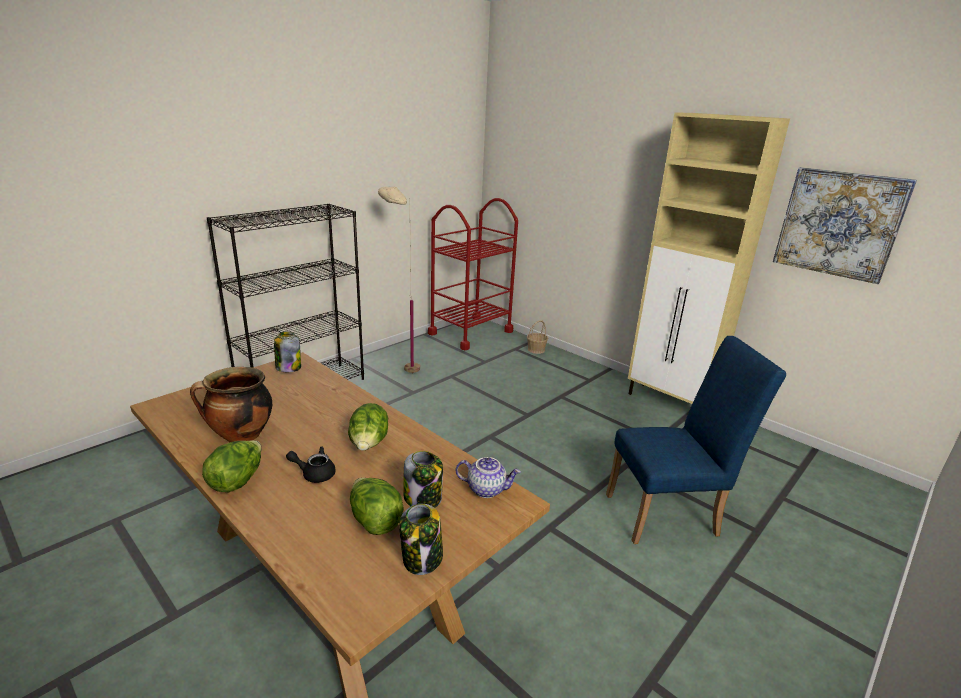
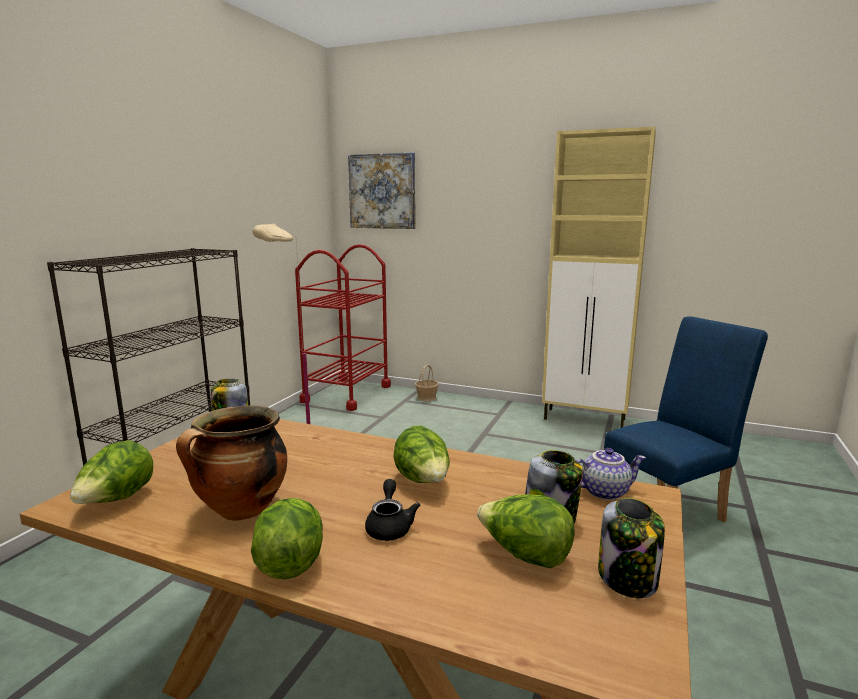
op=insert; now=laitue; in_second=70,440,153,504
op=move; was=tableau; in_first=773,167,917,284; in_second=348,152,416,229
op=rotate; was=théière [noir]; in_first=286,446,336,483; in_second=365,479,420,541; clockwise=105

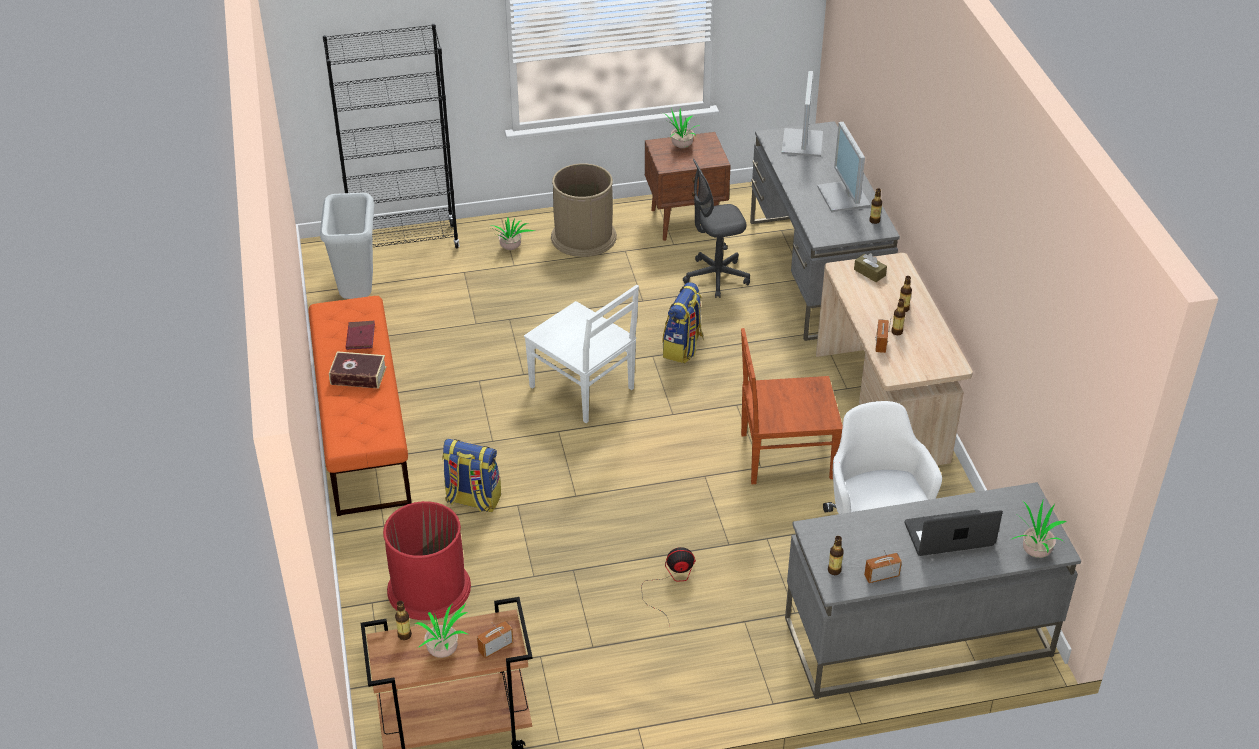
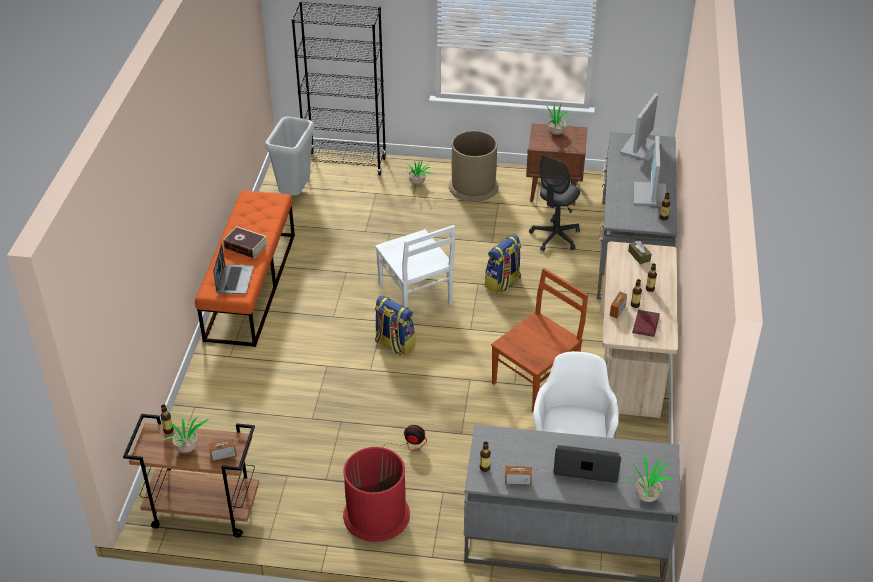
op=insert; now=ordinateur portable; in_second=213,243,254,294
op=move; was=livre [rouge]; in_first=346,321,375,350; in_second=632,310,660,337
op=move; was=poubelle [rouge]; in_first=383,501,471,620; in_second=343,447,410,542
op=move; was=sac à dos; in_first=442,439,501,512; in_second=375,296,415,356
op=rotate; was=chaise de bureau [gris]; in_first=683,159,750,298; in_second=529,155,580,251; clockwise=-60
op=rotate; was=chaise [marron]; in_first=741,328,843,484; in_second=491,268,588,412; clockwise=120

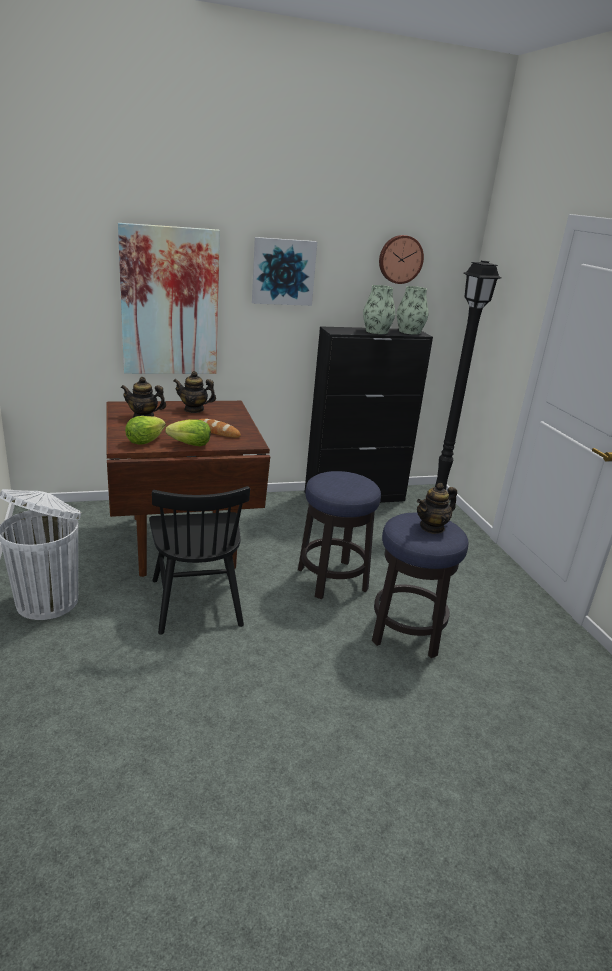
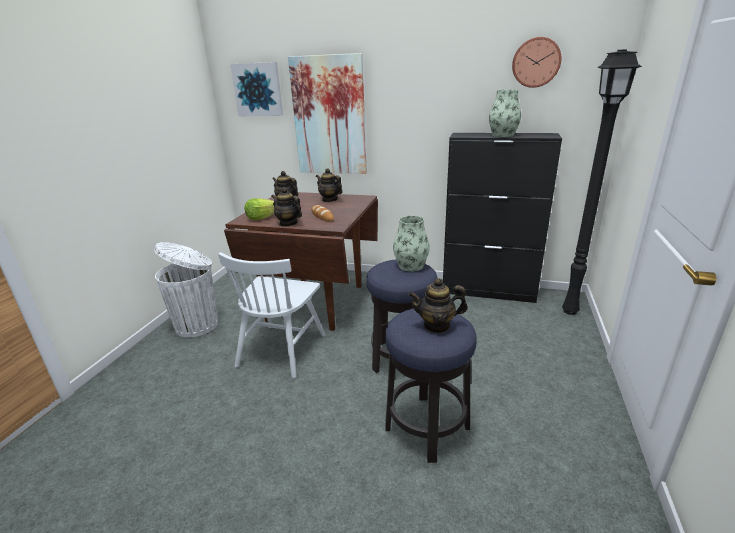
op=move; was=tableau; in_first=252,237,317,306; in_second=230,62,283,116
op=move; was=vase; in_first=397,286,429,335; in_second=393,216,430,272
op=replace; was=laitue; now=théière; in_first=166,419,211,446; in_second=271,188,302,227
op=recolor; was=chaise [noir]; now=chaise [blanc]; in_first=149,486,250,635; in_second=218,252,325,378

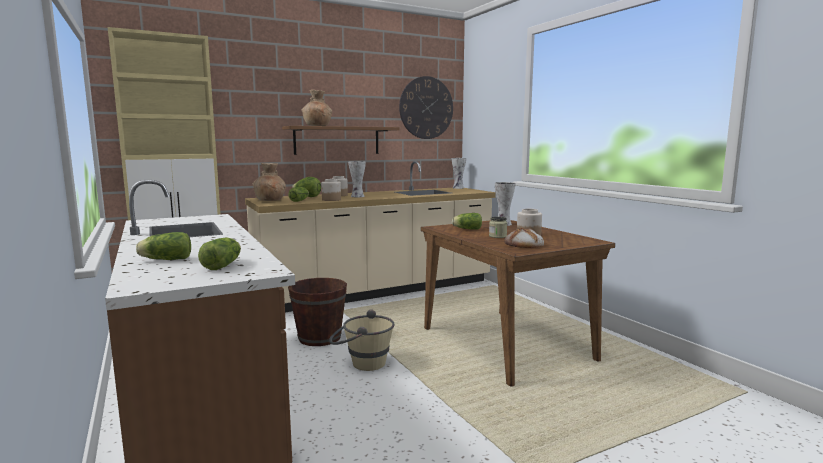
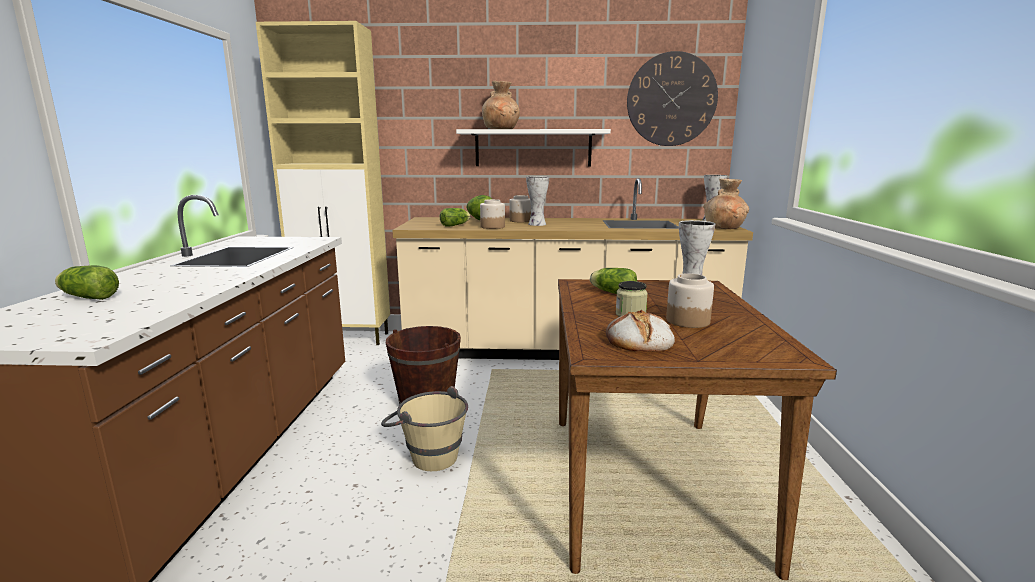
op=delete; was=laitue; in_first=198,238,241,270
op=move; was=vase [marron]; in_first=253,163,286,201; in_second=703,179,749,229
op=recolor; was=étagère [marron]; now=étagère [blanc]; in_first=282,126,399,155; in_second=456,129,611,166

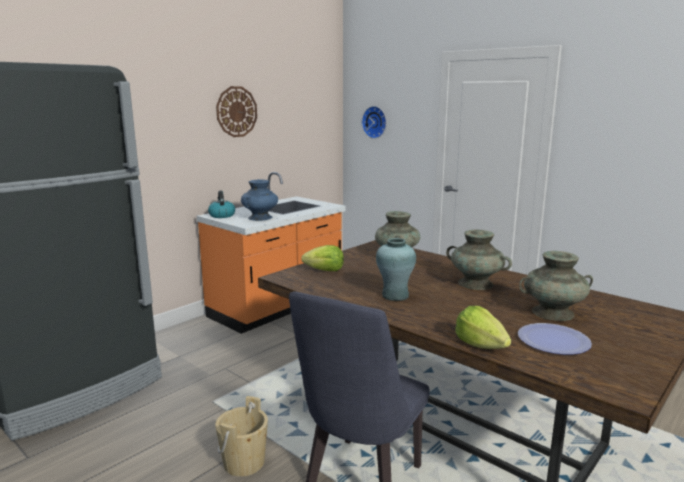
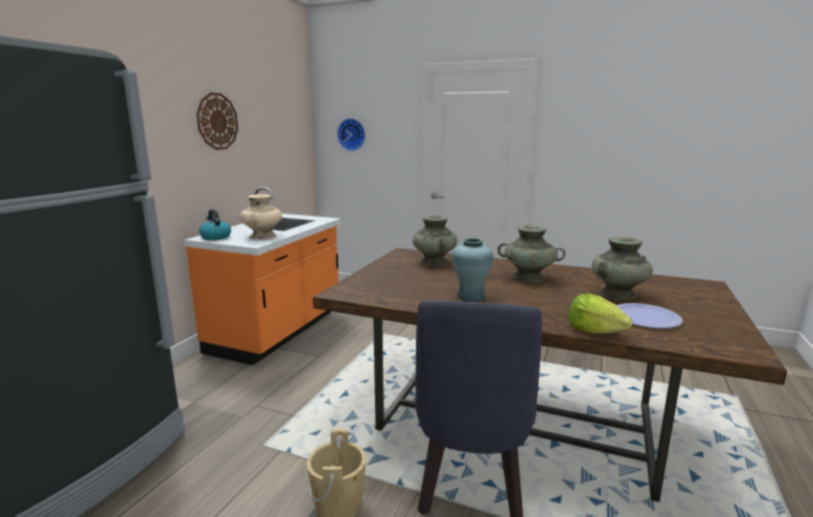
op=delete; was=laitue; in_first=301,245,344,271
op=recolor; was=vase [bleu]; now=vase [beige]; in_first=241,179,278,221; in_second=240,194,282,239

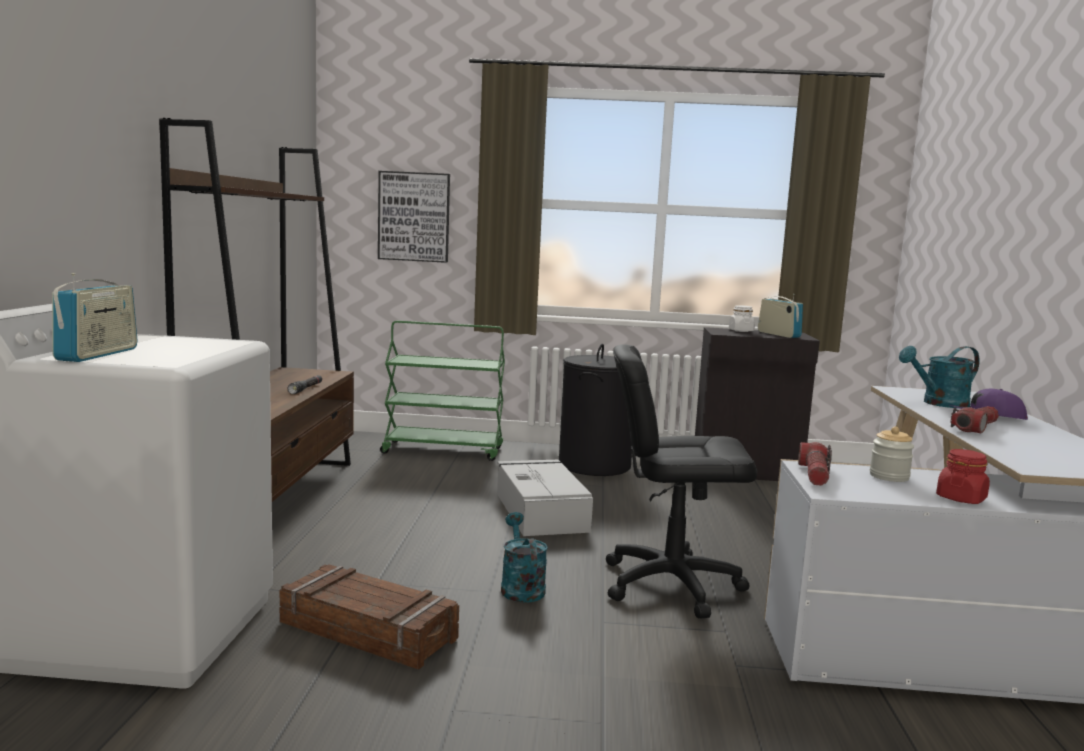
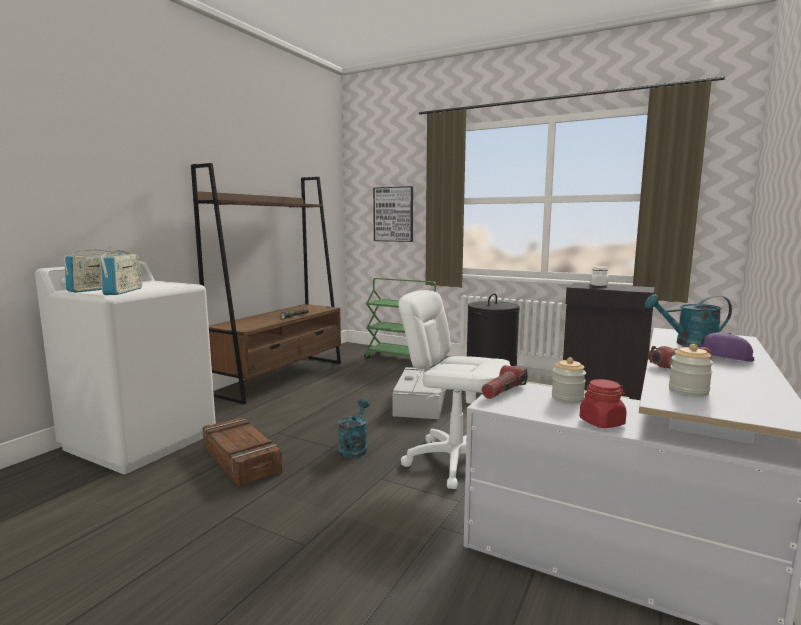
op=insert; now=bocal; in_second=669,344,713,397
op=move; was=radio; in_first=758,294,803,338; in_second=100,247,142,295
op=recolor; was=chaise de bureau [noir]; now=chaise de bureau [blanc]; in_first=606,344,757,618; in_second=399,290,511,489

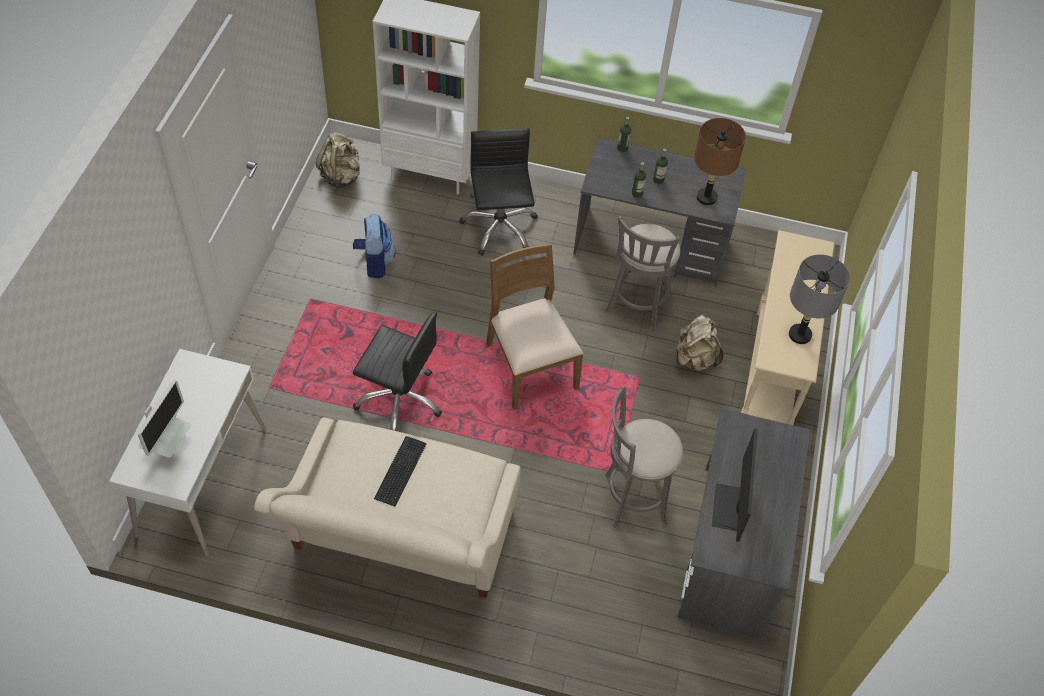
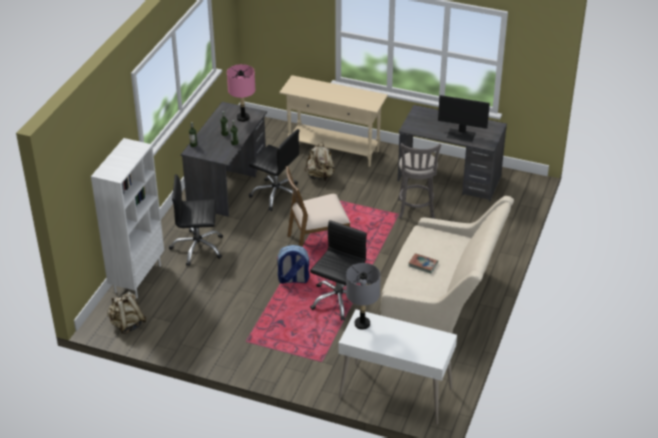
op=delete; was=écran d'ordinateur; in_first=138,379,191,458
op=move; was=sac à dos; in_first=353,214,396,279; in_second=276,245,309,284
op=move; was=lampe de table [gris]; in_first=789,254,850,344; in_second=346,263,381,330
op=replace; was=clavier; now=livre; in_first=374,436,427,507; in_second=408,253,438,273
op=replace; was=tabouret [gris]; now=chaise de bureau [noir]; in_first=605,216,680,330; in_second=249,129,299,211
op=recolor; was=lampe de table [marron]; now=lampe de table [rose]; in_first=694,118,746,205; in_second=227,64,255,122

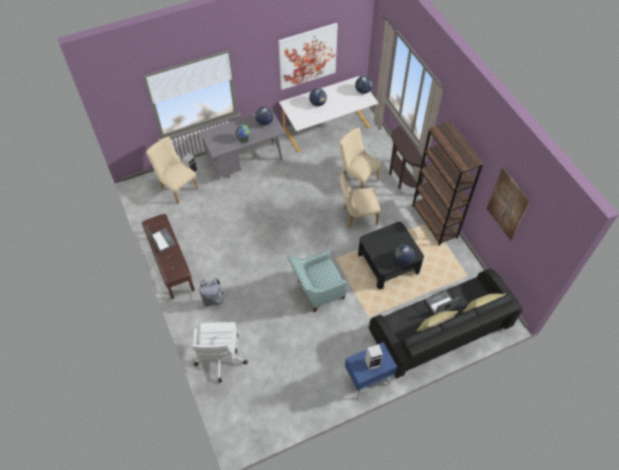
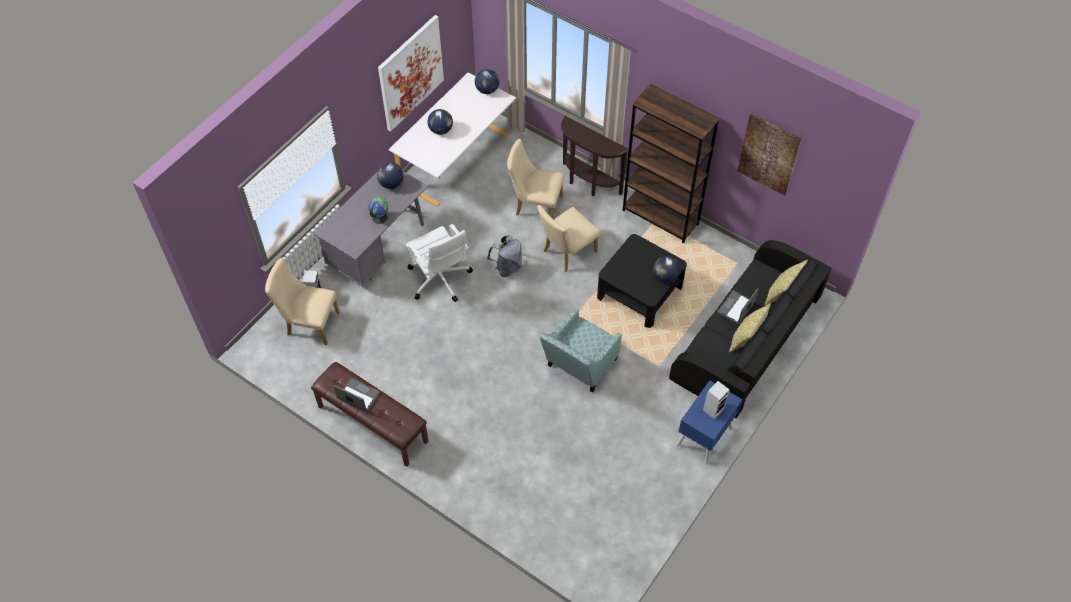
op=move; was=chaise de bureau [blanc]; in_first=192,322,247,383; in_second=405,224,473,302
op=move; was=sac à dos [gris]; in_first=199,277,224,306; in_second=487,235,522,278

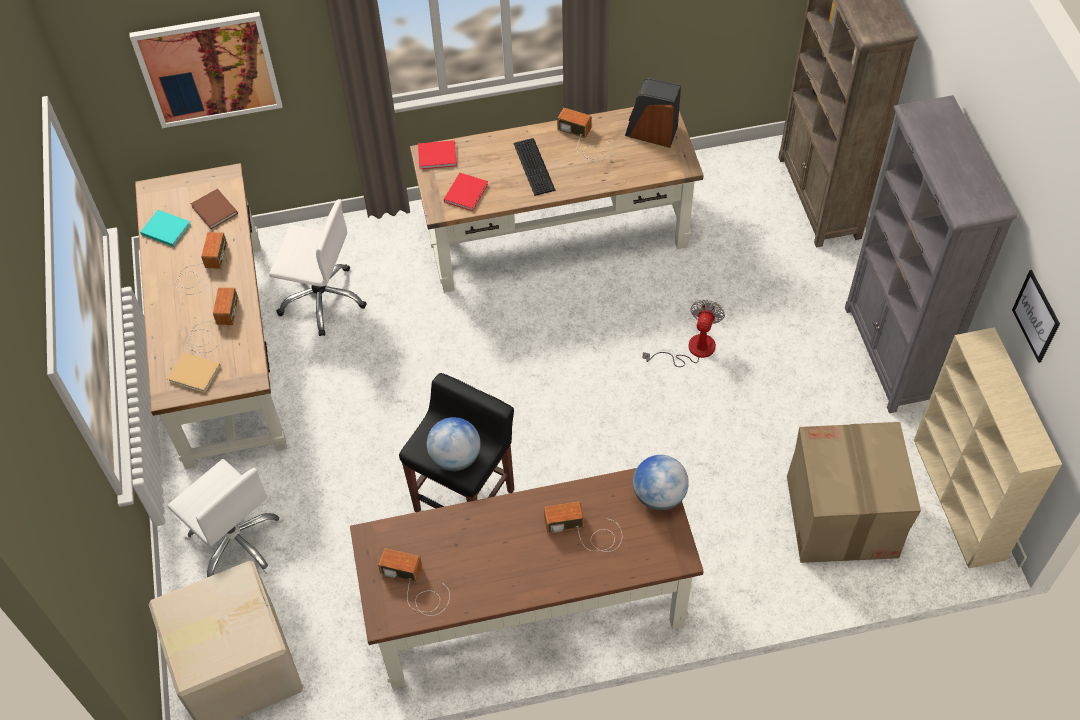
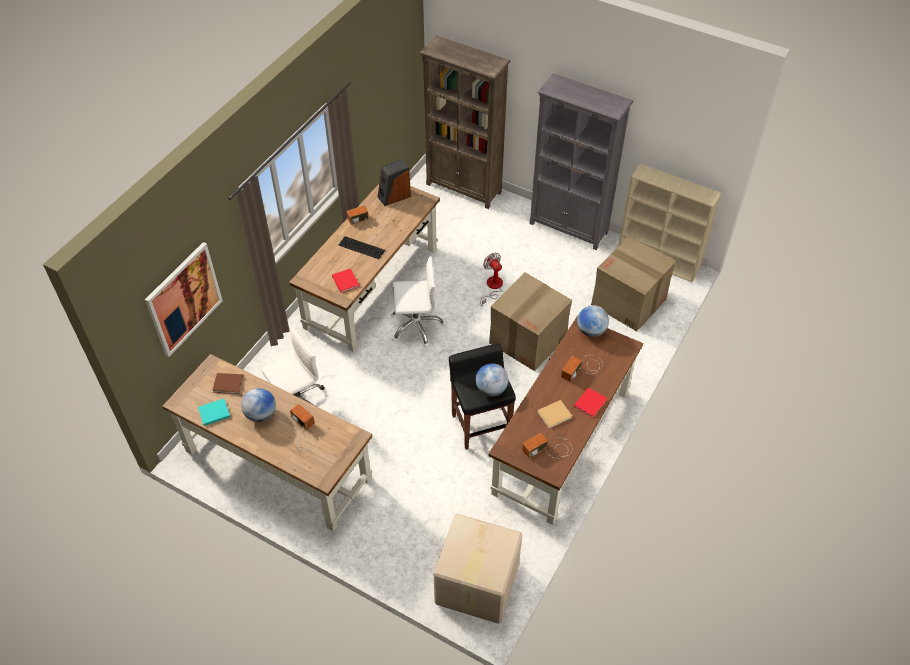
op=delete; was=tableau; in_first=1012,270,1060,363
op=insert; now=carton; in_second=489,272,572,371
op=move; was=livre [beige]; in_first=167,352,221,393; in_second=537,400,572,428
op=move; was=chaise de bureau [blanc]; in_first=167,459,284,577; in_second=390,256,446,347
op=move; was=livre [rouge]; in_first=418,140,457,169; in_second=574,388,607,418
op=replace; was=radio; now=globe; in_first=175,232,227,294; in_second=241,388,276,422

